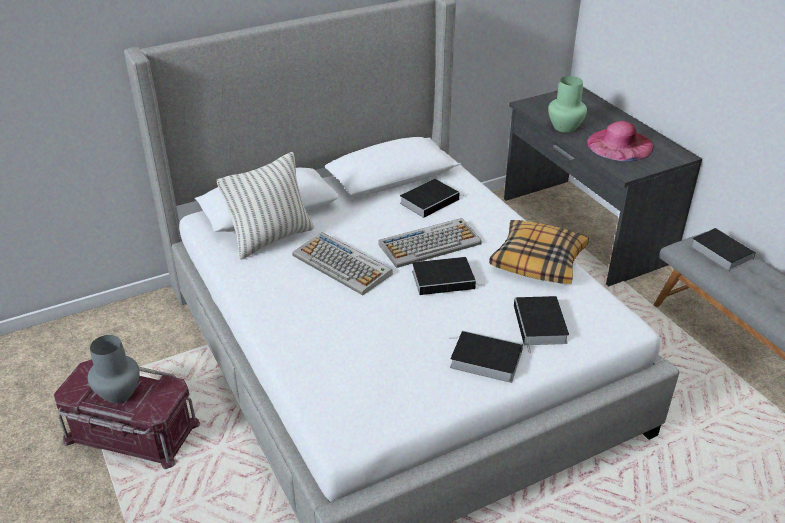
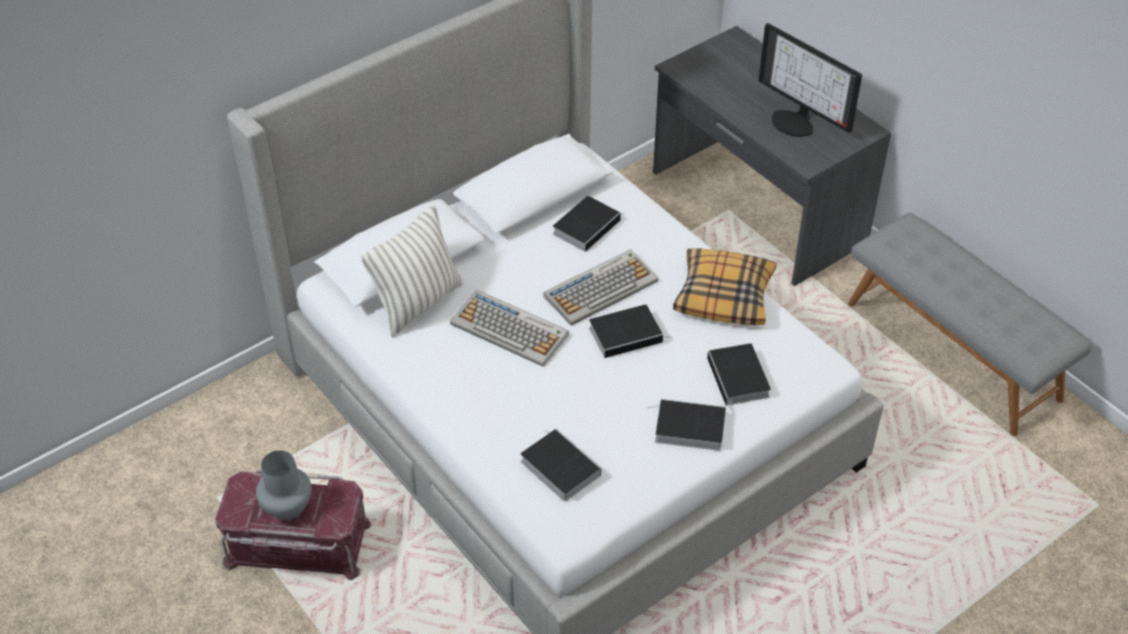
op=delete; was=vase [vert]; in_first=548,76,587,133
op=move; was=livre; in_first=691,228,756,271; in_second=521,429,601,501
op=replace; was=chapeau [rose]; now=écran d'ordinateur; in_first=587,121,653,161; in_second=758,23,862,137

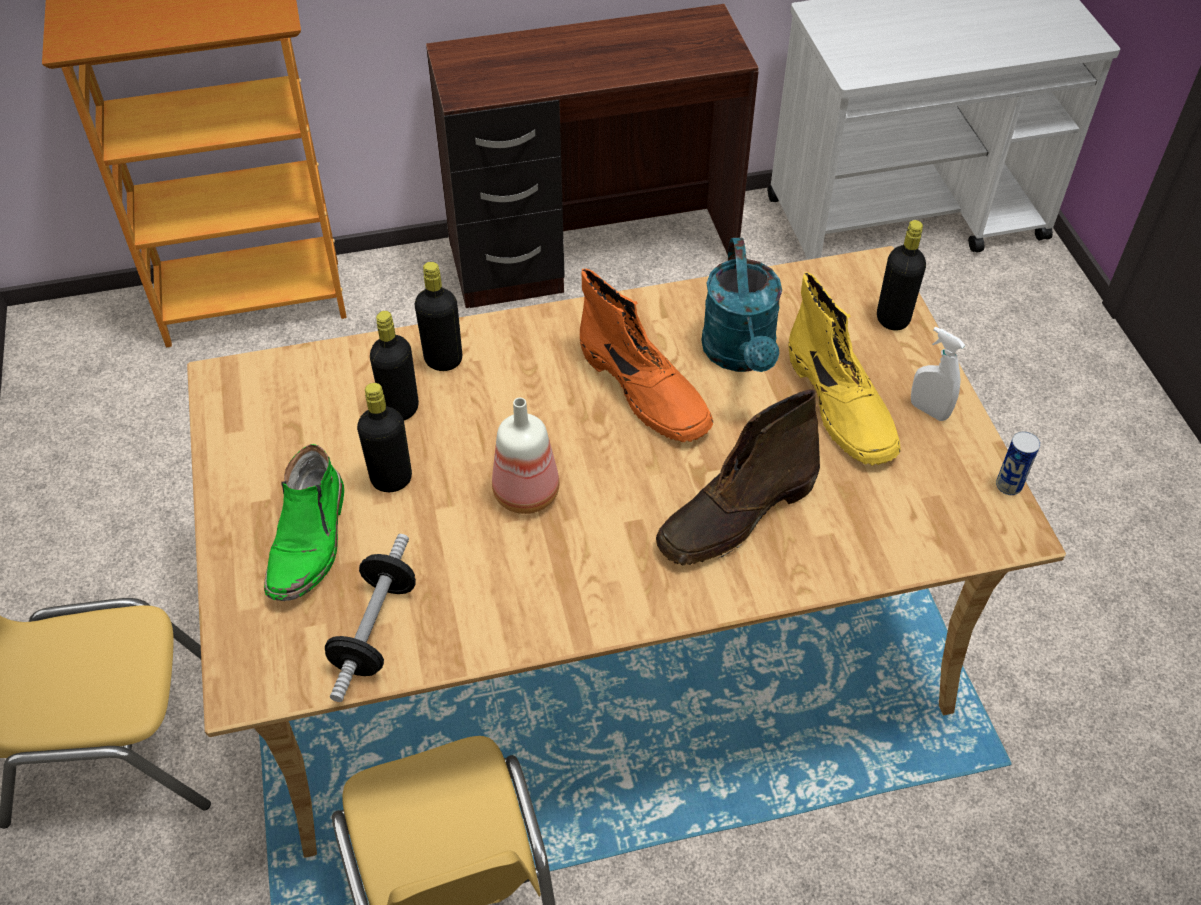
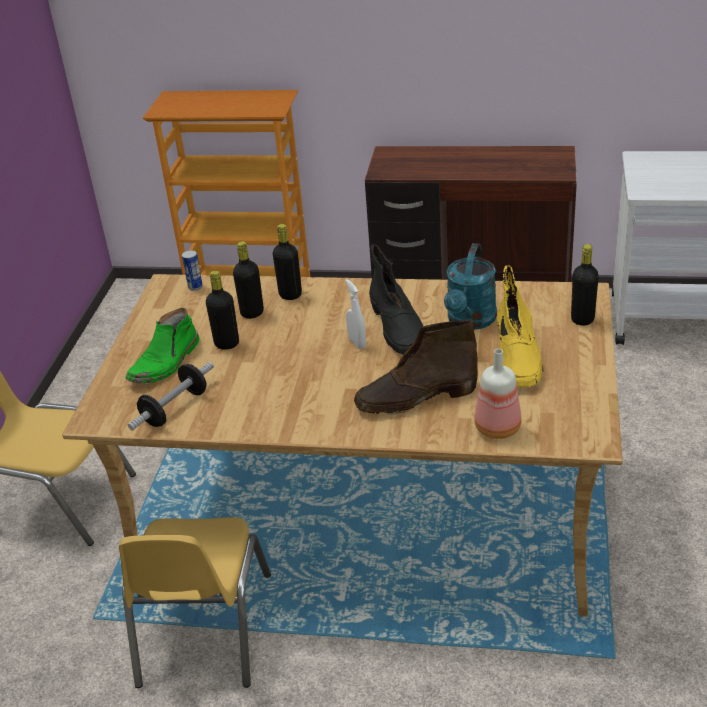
op=move; was=bouteille; in_first=492,398,560,514; in_second=474,349,521,439
op=move; was=vaporisateur [blanc]; in_first=911,327,965,421; in_second=346,279,366,349
op=move; was=boîte métallique; in_first=996,432,1040,495; in_second=182,250,203,291
op=recolor; was=botte [orange]; now=botte [noir]; in_first=580,269,713,442; in_second=369,244,423,355

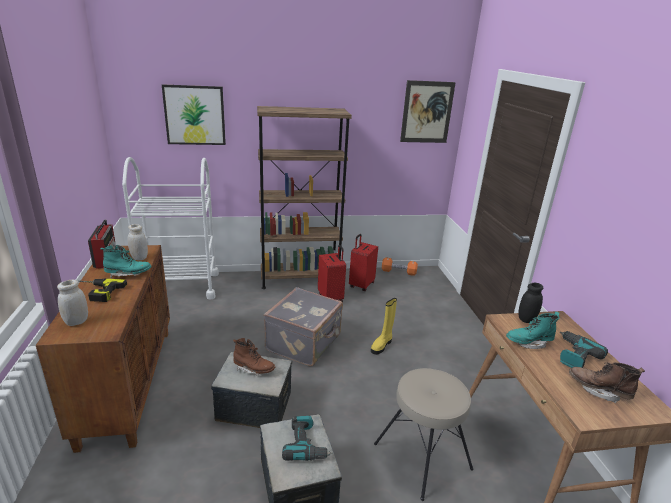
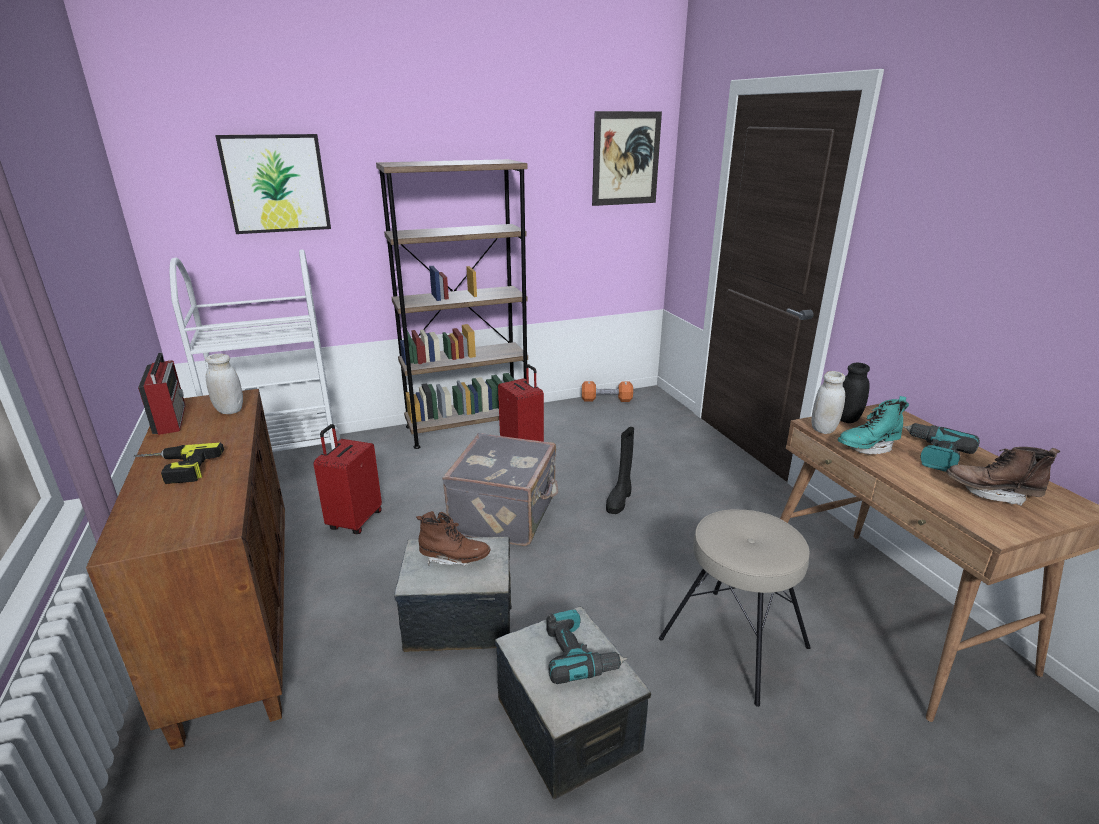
op=delete; was=botte [turquoise]; in_first=100,245,151,278
op=move; was=bocal [blanc]; in_first=57,280,88,326; in_second=812,371,845,434
op=move; was=valise [rouge]; in_first=349,234,378,291; in_second=314,424,382,534
op=recolor; was=botte [jaune]; now=botte [noir]; in_first=371,298,397,355; in_second=606,427,634,514

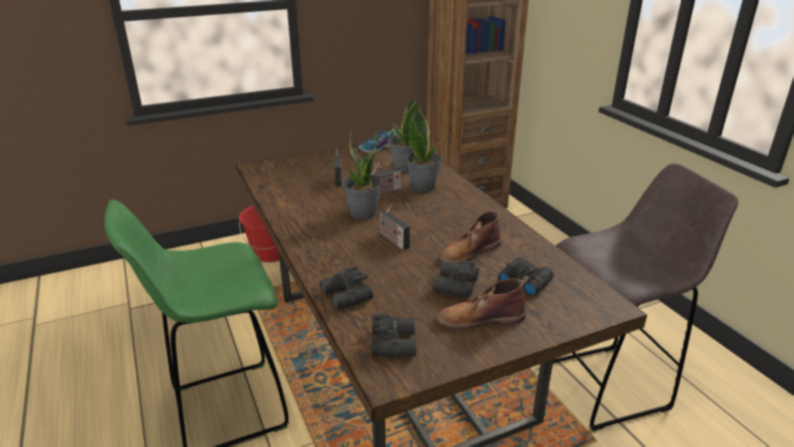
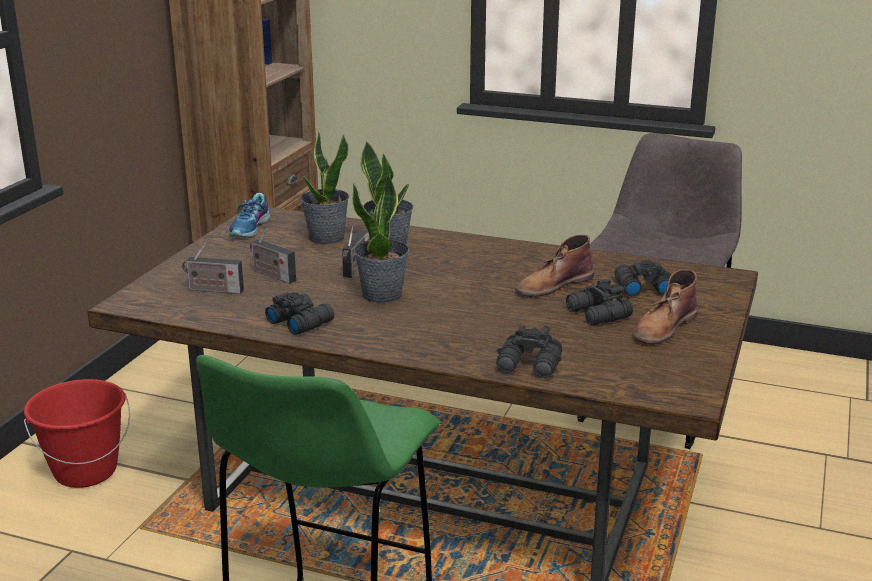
op=move; was=jumelles [noir]; in_first=372,314,416,358; in_second=265,292,334,335
op=move; was=radio; in_first=379,204,410,250; in_second=182,243,244,294
op=rotate; was=botte [marron]; in_first=439,211,502,264; in_second=515,235,594,297; clockwise=45

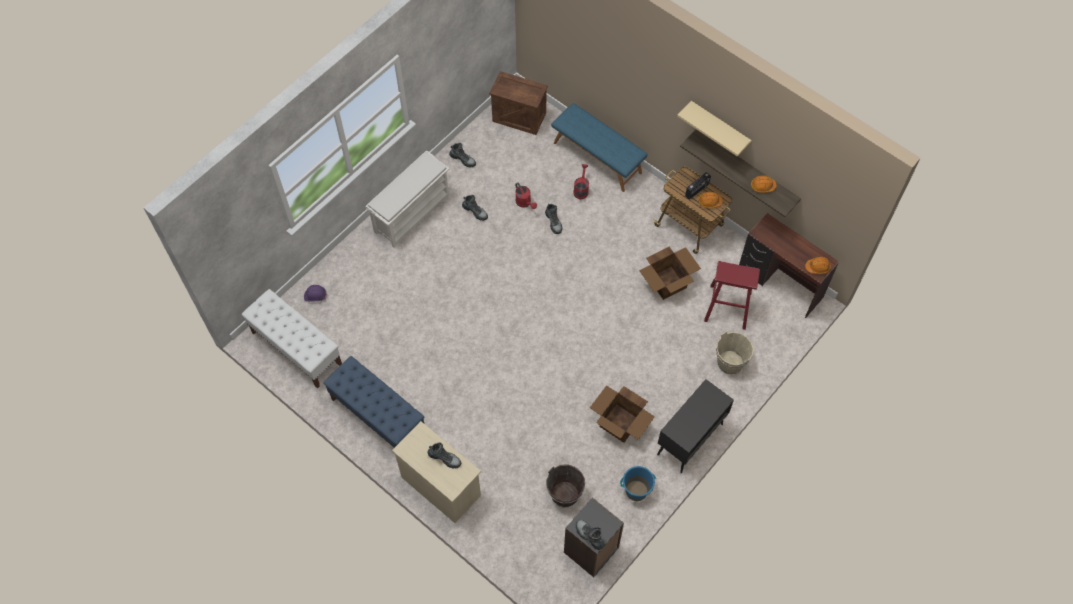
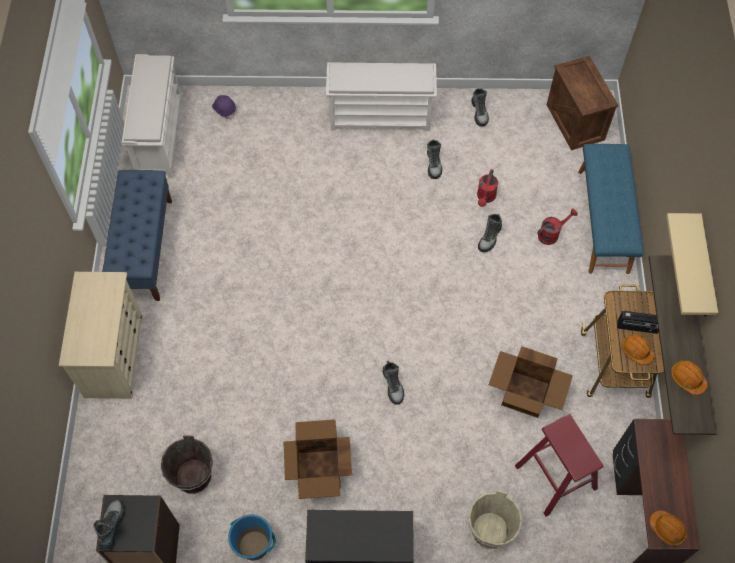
op=move; was=botte; in_first=428,442,461,469; in_second=382,361,404,405
op=replace; was=banc [blanc]; now=étagère à chaussures [blanc]; in_first=241,289,342,389; in_second=122,54,182,178

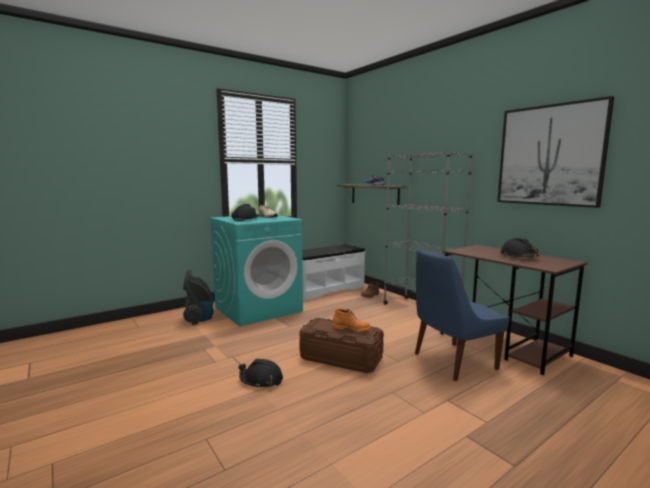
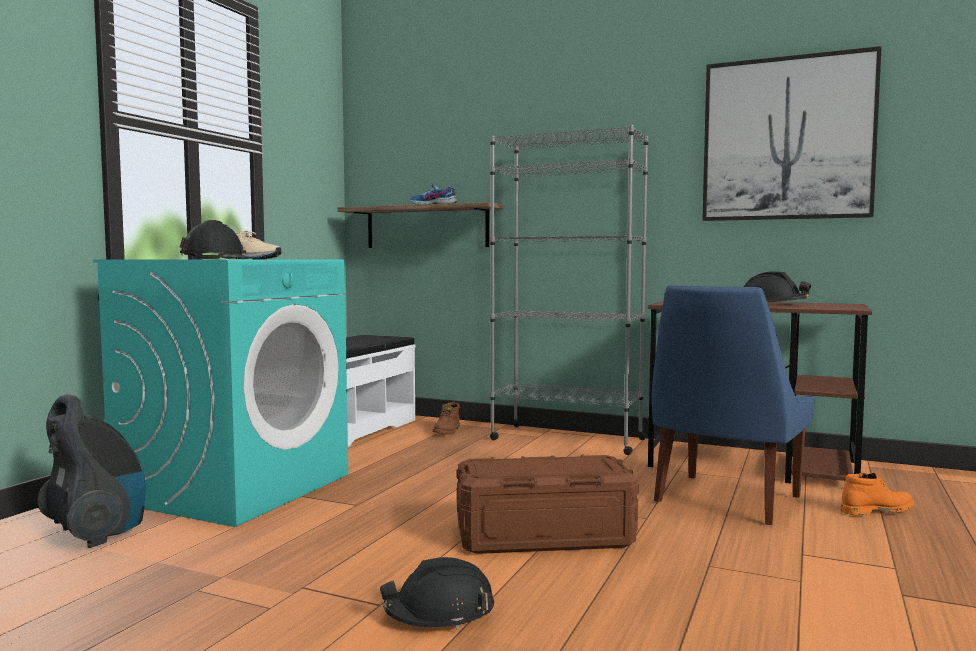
op=move; was=botte [orange]; in_first=333,308,371,332; in_second=841,473,914,515

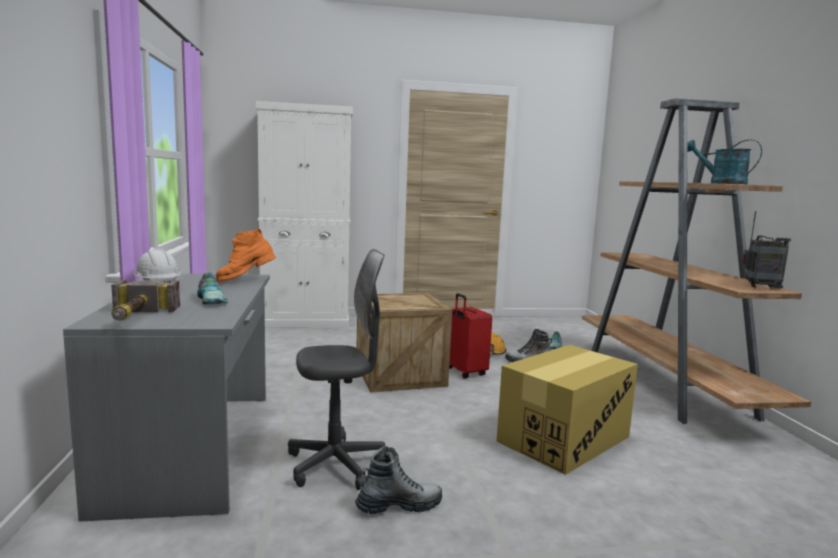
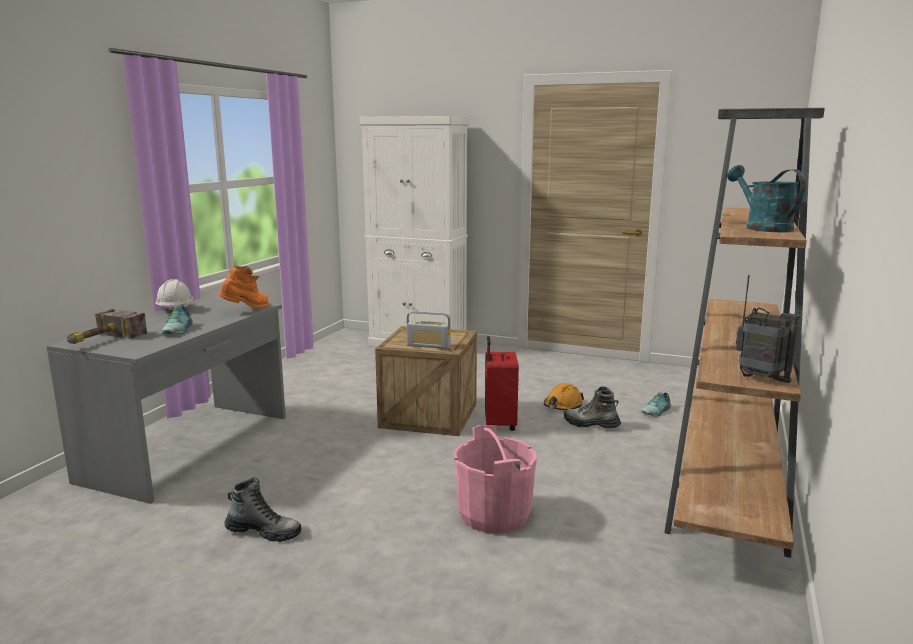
op=delete; was=chaise de bureau [gris]; in_first=288,249,385,490
op=insert; now=radio; in_second=406,311,451,349
op=replace; was=carton; now=seau [rose]; in_first=496,345,638,475; in_second=453,425,537,533
op=rotate; was=botte [orange]; in_first=215,228,276,282; in_second=218,266,269,309; clockwise=135

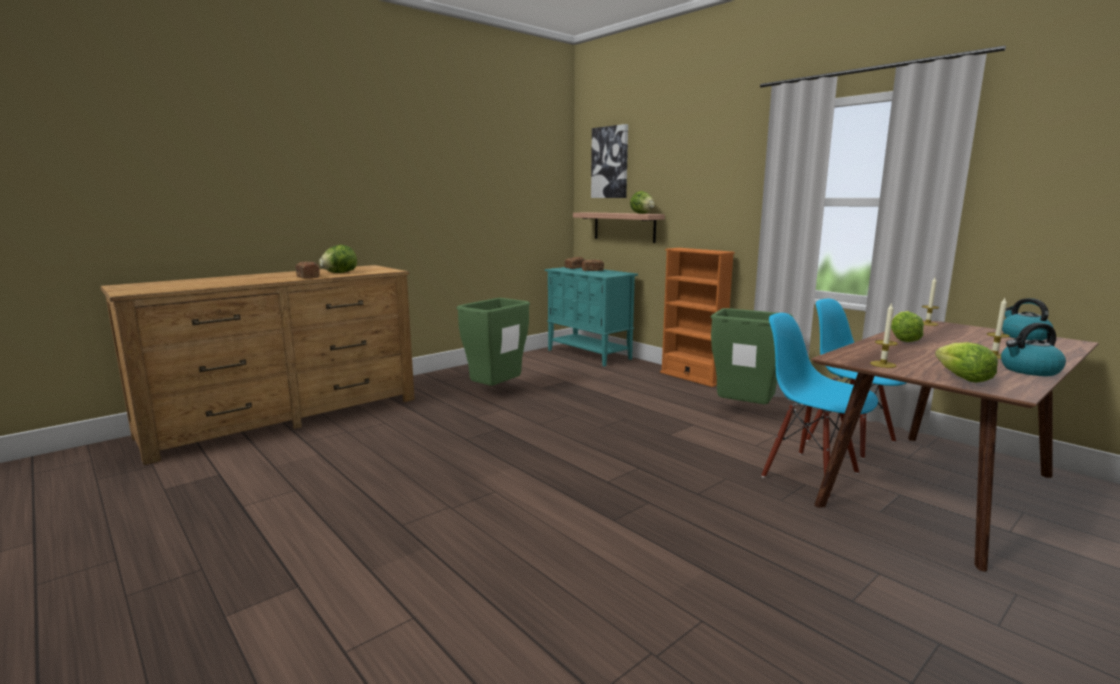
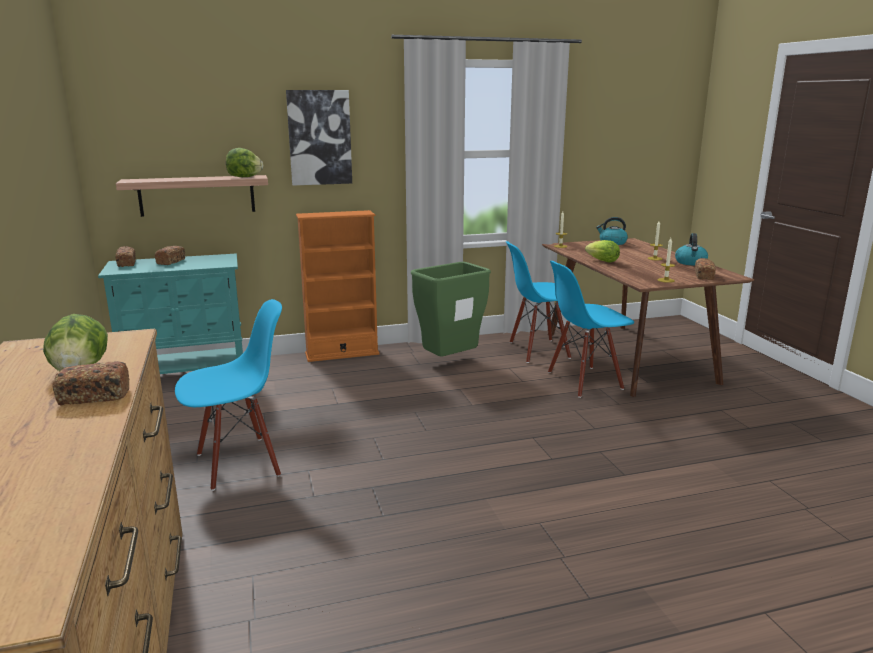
op=move; was=tableau; in_first=591,124,628,198; in_second=286,90,352,186
op=replace; was=poubelle [vert]; now=chaise [bleu]; in_first=457,298,530,386; in_second=175,299,282,491
op=replace; was=laitue; now=pain; in_first=935,342,998,383; in_second=695,258,716,280

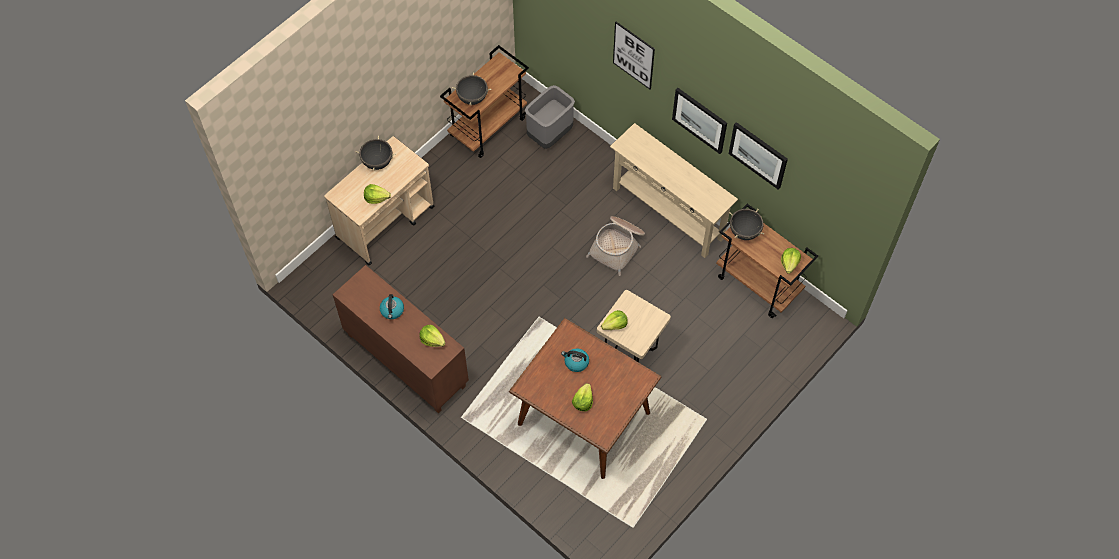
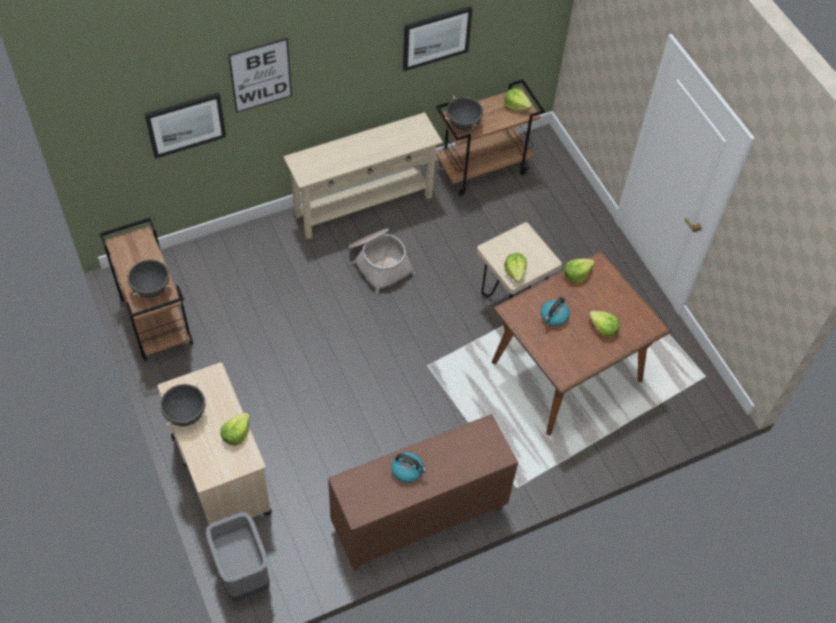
op=move; was=laitue; in_first=420,325,446,347; in_second=564,258,595,283
op=move; was=poubelle [gris]; in_first=525,85,575,149; in_second=206,512,270,601
op=move; was=tableau; in_first=672,88,727,154; in_second=145,92,226,159

